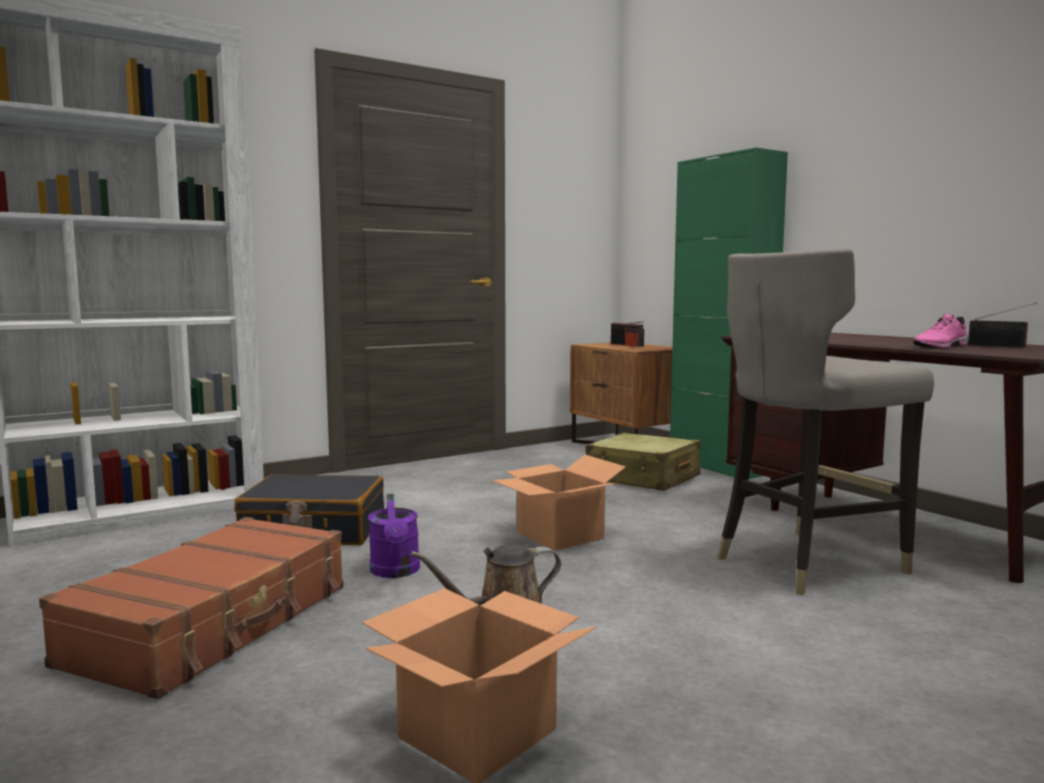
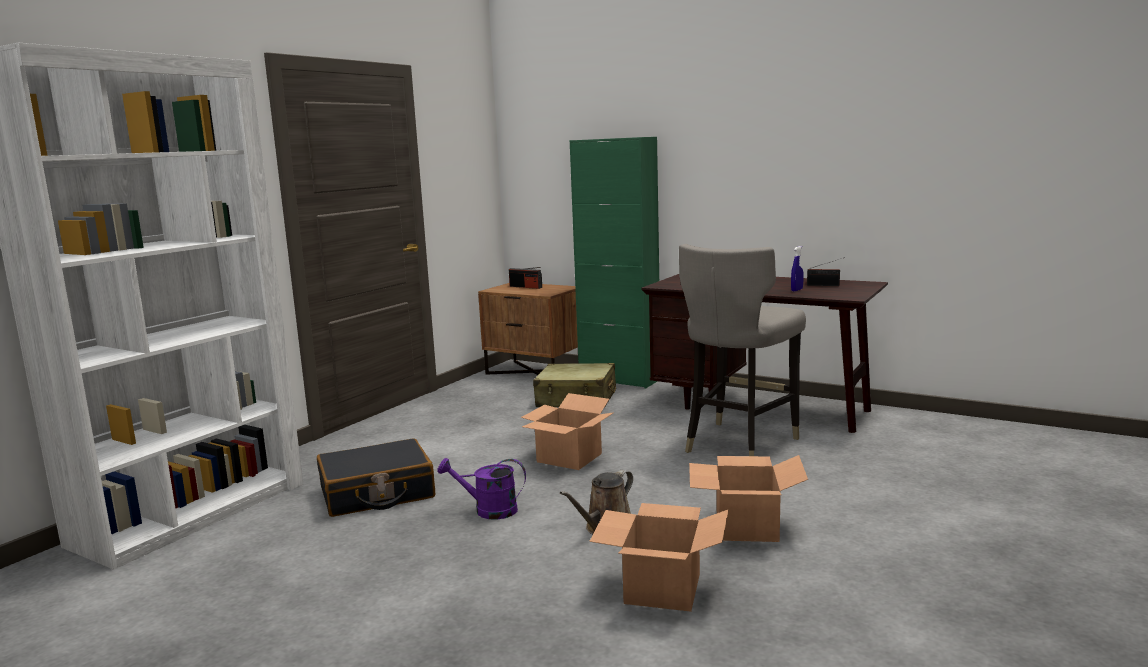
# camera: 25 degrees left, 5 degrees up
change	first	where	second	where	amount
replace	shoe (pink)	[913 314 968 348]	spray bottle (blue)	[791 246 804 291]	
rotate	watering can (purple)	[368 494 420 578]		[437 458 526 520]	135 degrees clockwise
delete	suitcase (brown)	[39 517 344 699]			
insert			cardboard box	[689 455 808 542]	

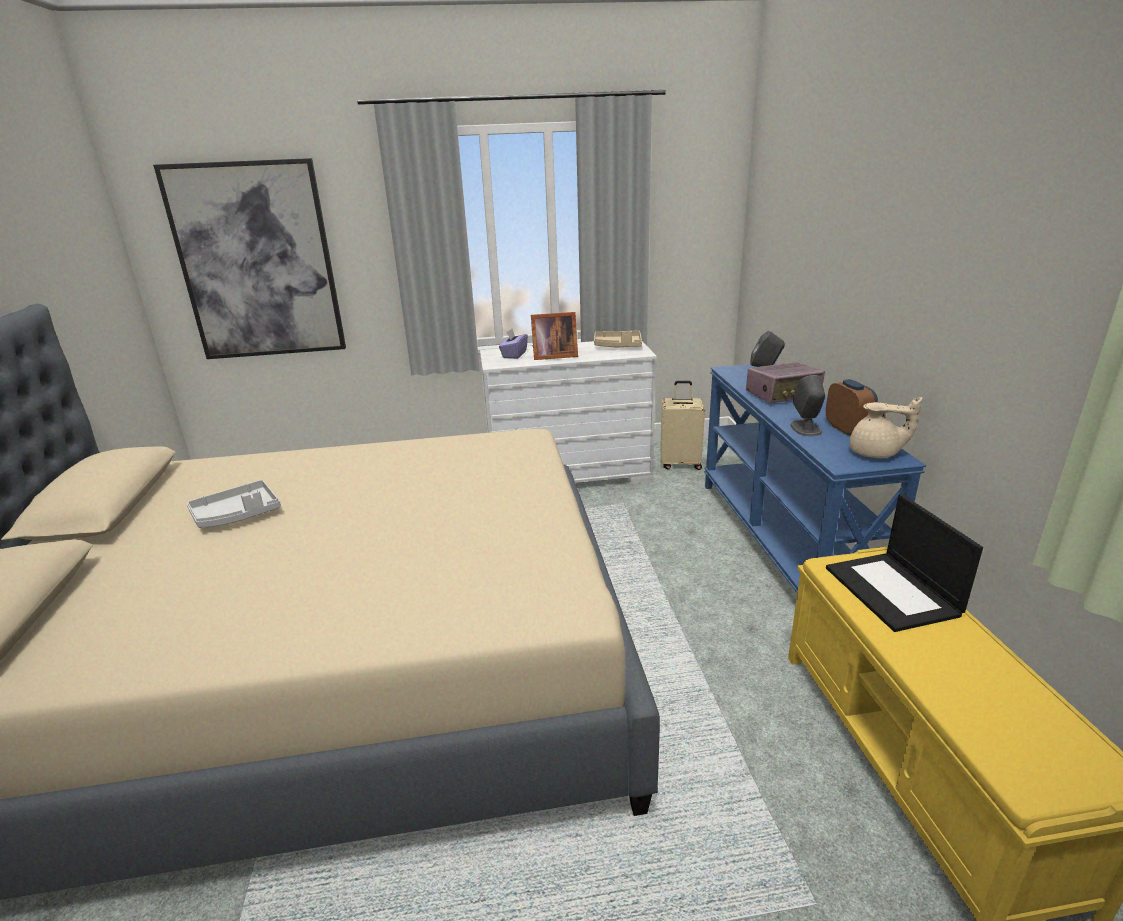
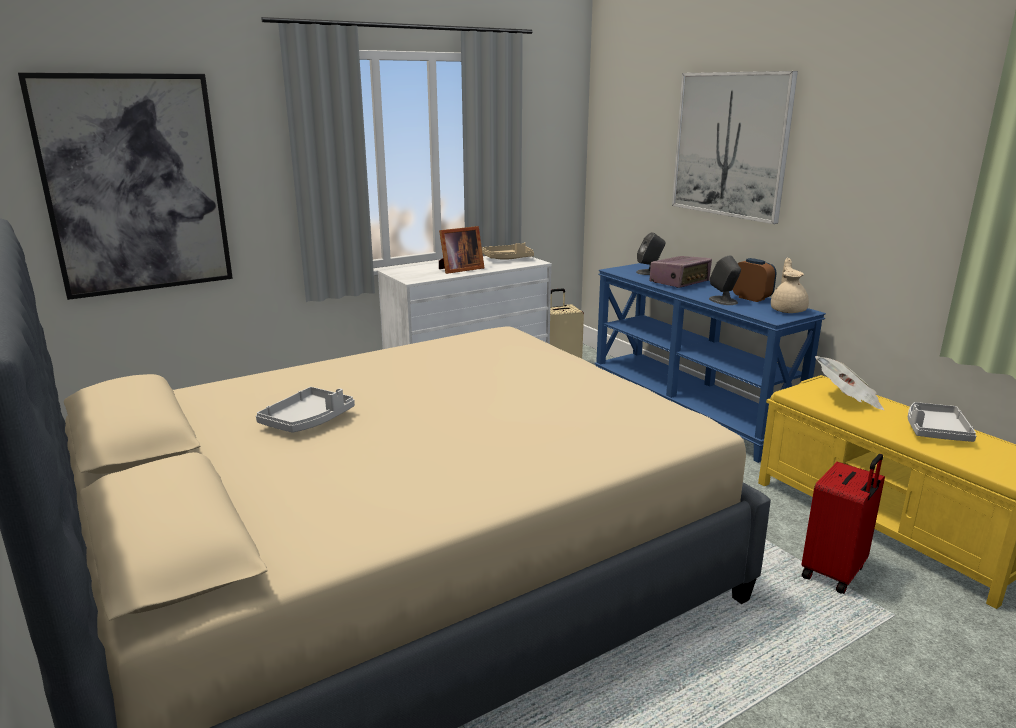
# camera: 25 degrees left, 5 degrees down
change	first	where	second	where	amount
delete	tissue box (purple)	[499 329 528 359]			
rotate	teapot (beige)	[849 397 922 458]		[771 258 809 313]	75 degrees counterclockwise
replace	laptop	[826 494 983 632]	newspaper	[815 356 884 410]	
insert			picture	[672 71 798 224]	
insert			tray (grey)	[908 402 977 442]	
insert			suitcase (red)	[802 454 885 594]	

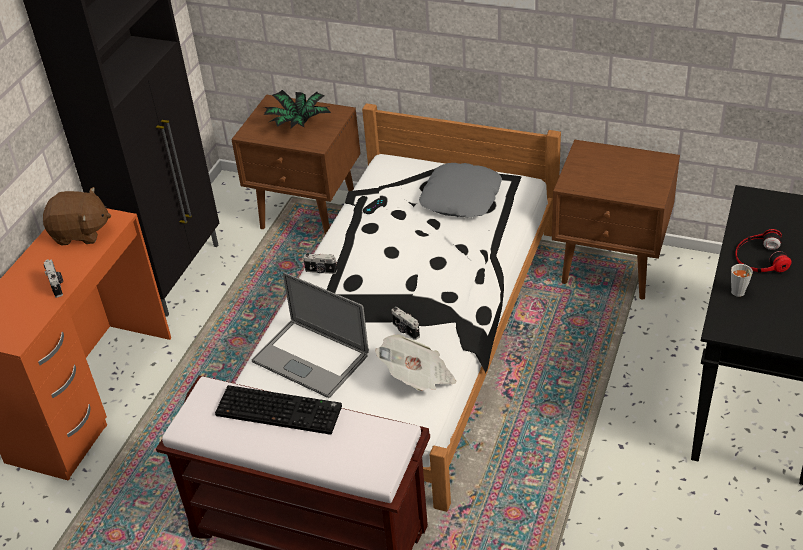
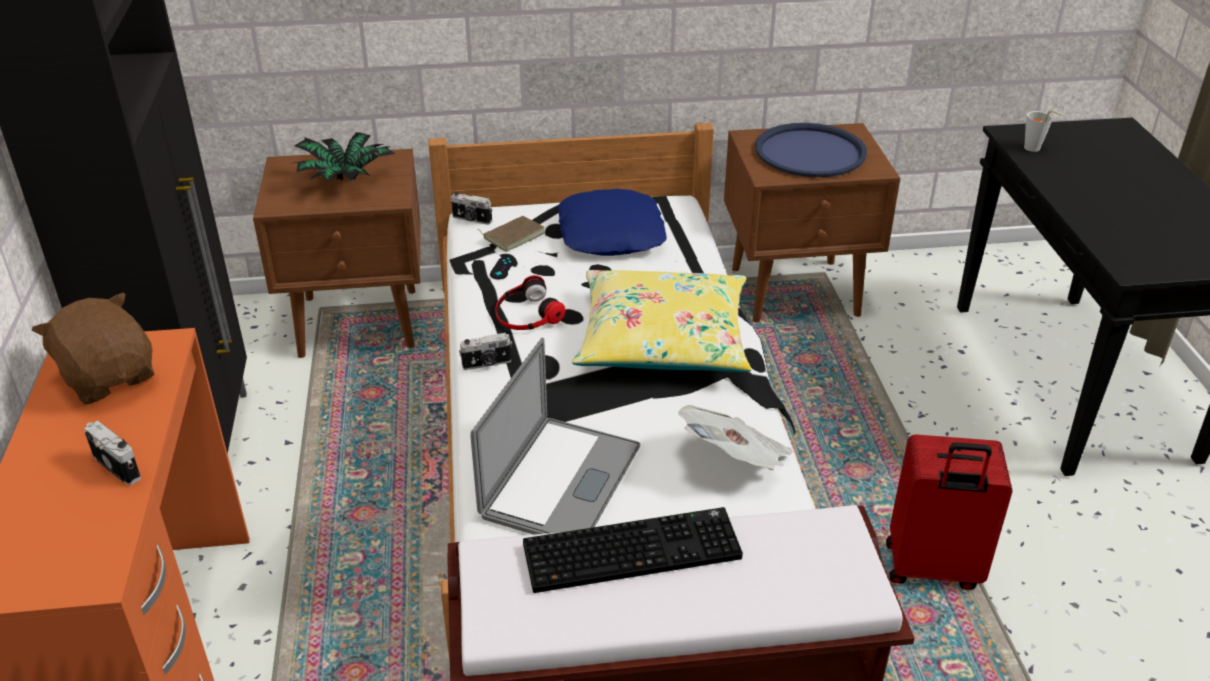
# camera: 30 degrees left, 5 degrees down
change	first	where	second	where	amount
recolor	pillow (grey)	[419 163 502 218]	pillow (blue)	[558 189 667 256]	
rotate	plush toy (brown)	[43 187 111 245]		[32 292 154 405]	105 degrees counterclockwise
move	headphones	[735 229 792 272]		[495 275 566 330]	
move	cup (grey)	[731 264 753 297]		[1024 110 1061 152]	
rotate	laptop	[252 272 369 398]		[470 338 640 535]	75 degrees counterclockwise
move	photo camera	[391 307 420 340]		[451 192 492 225]	
insert			tray (blue)	[755 123 867 177]	
insert			book (brown)	[477 216 545 252]	
insert			pillow (yellow)	[572 270 751 372]	
insert			suitcase (red)	[886 434 1013 590]	

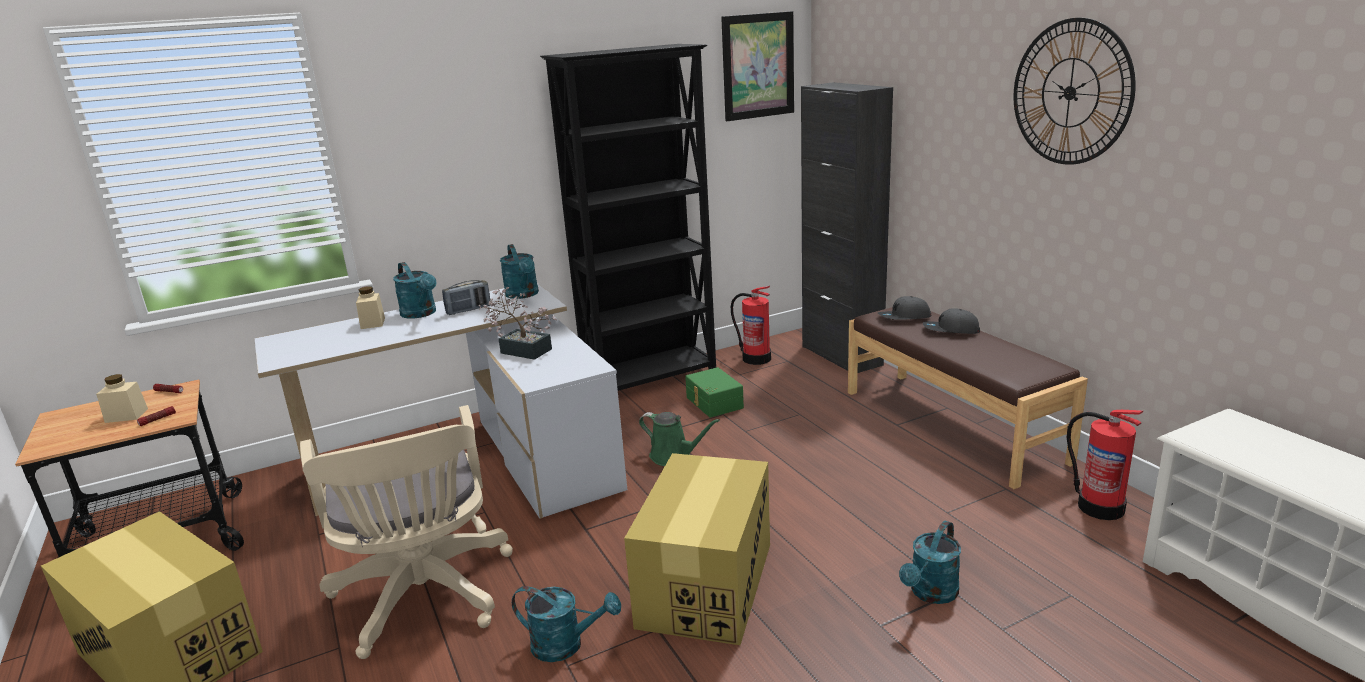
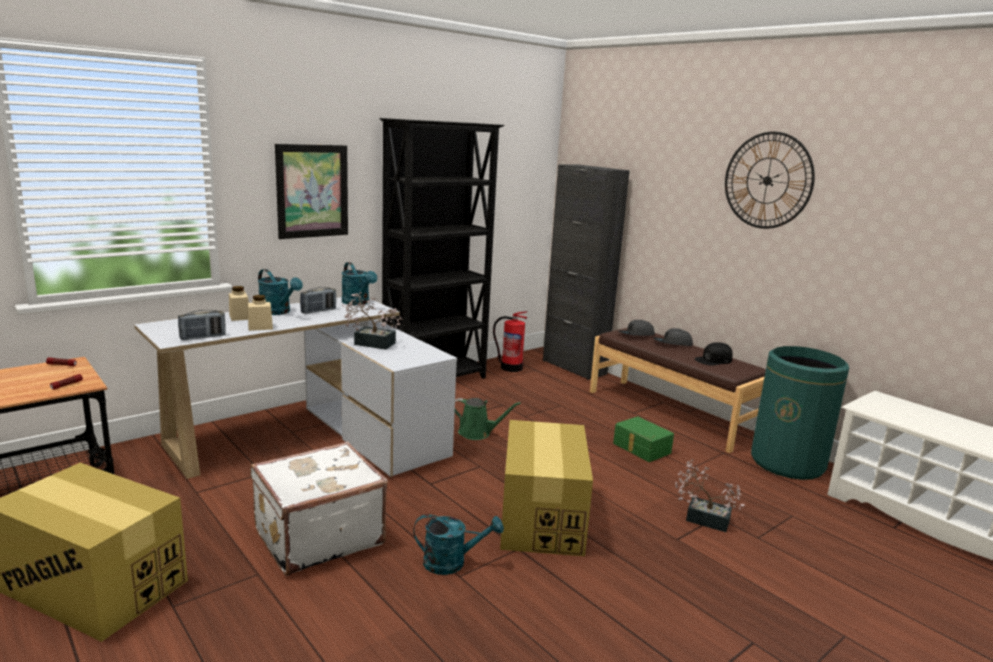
# camera: 15 degrees left, 5 degrees down
change	first	where	second	where	amount
move	picture	[721 11 794 121]		[275 144 348 239]	
move	storage box (green)	[685 367 744 418]		[613 416 674 462]	
move	jar (beige)	[96 374 148 423]		[248 295 273 331]	
replace	office chair (beige)	[300 405 513 659]	suitcase (white)	[250 441 388 576]	
replace	fire extinguisher	[1067 410 1143 520]	trash can (green)	[751 346 849 480]	
replace	watering can (turquoise)	[899 521 961 604]	potted plant	[675 459 745 532]	
insert			radio	[178 310 226 340]	
insert			cap (black)	[694 342 733 366]	

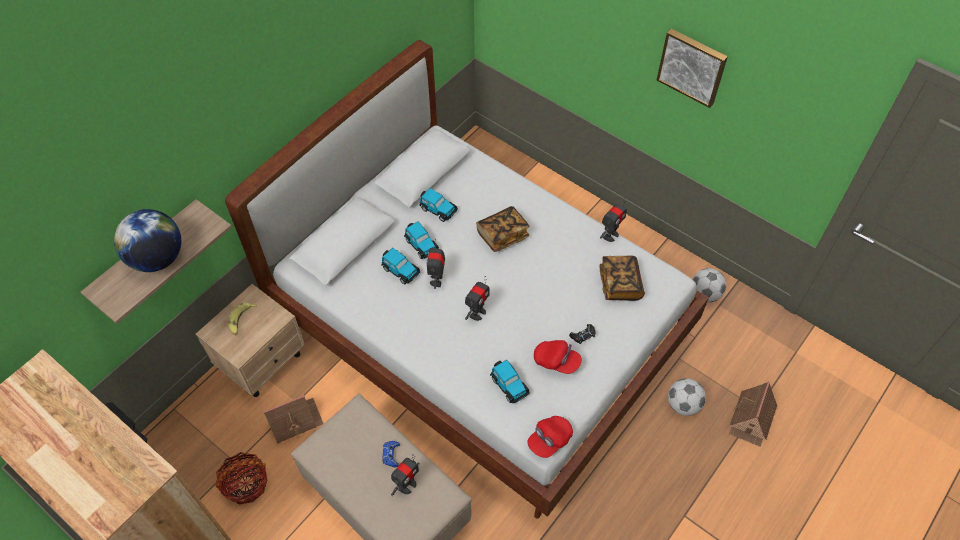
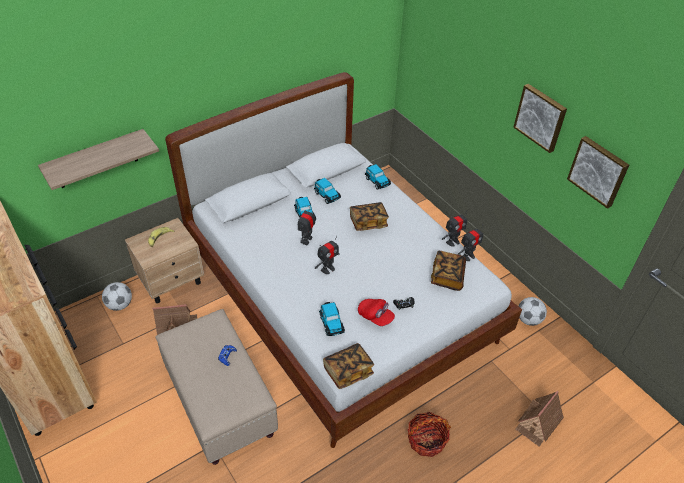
# camera: 15 degrees right, 10 degrees down
change	first	where	second	where	amount
delete	globe	[114 209 181 272]			
move	toy car	[381 248 420 284]		[365 164 391 190]	
move	football	[668 378 706 416]		[102 282 132 311]	
replace	cap (red)	[528 416 573 458]	book	[323 343 374 389]	
move	basket	[215 452 267 505]		[408 412 451 457]	
move	toy robot	[391 454 420 496]		[458 224 483 261]	
insert			picture	[567 136 629 209]	

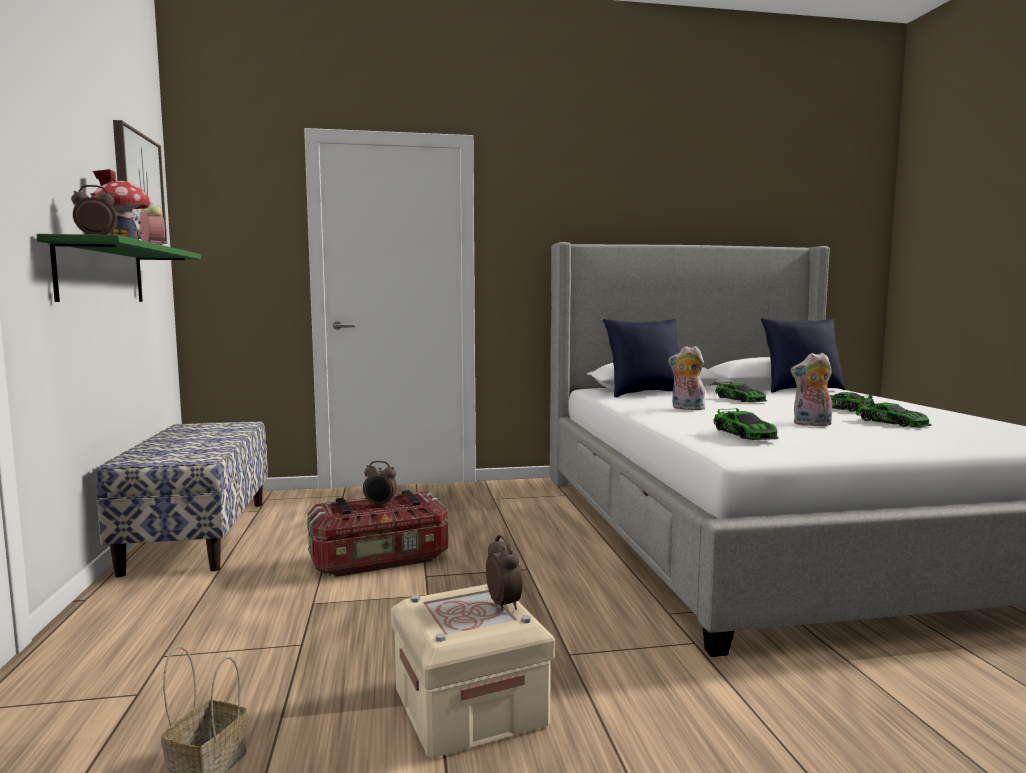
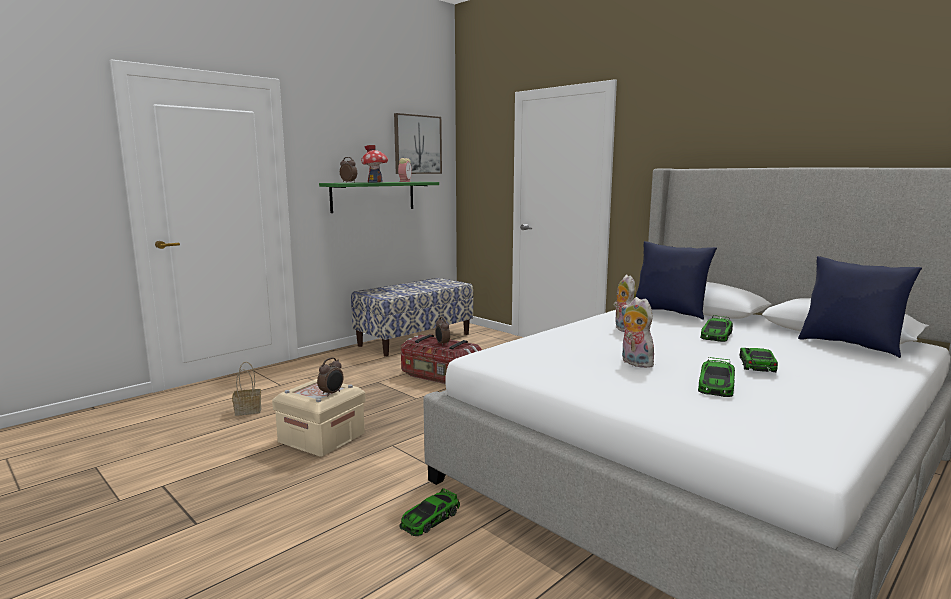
# camera: 55 degrees right, 5 degrees up
change	first	where	second	where	amount
move	toy car	[714 408 779 440]		[399 488 460 536]	

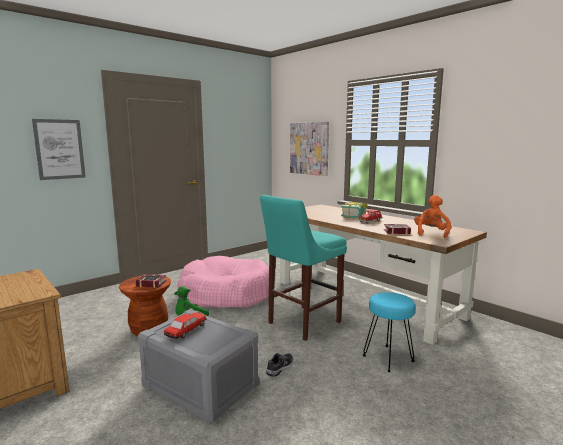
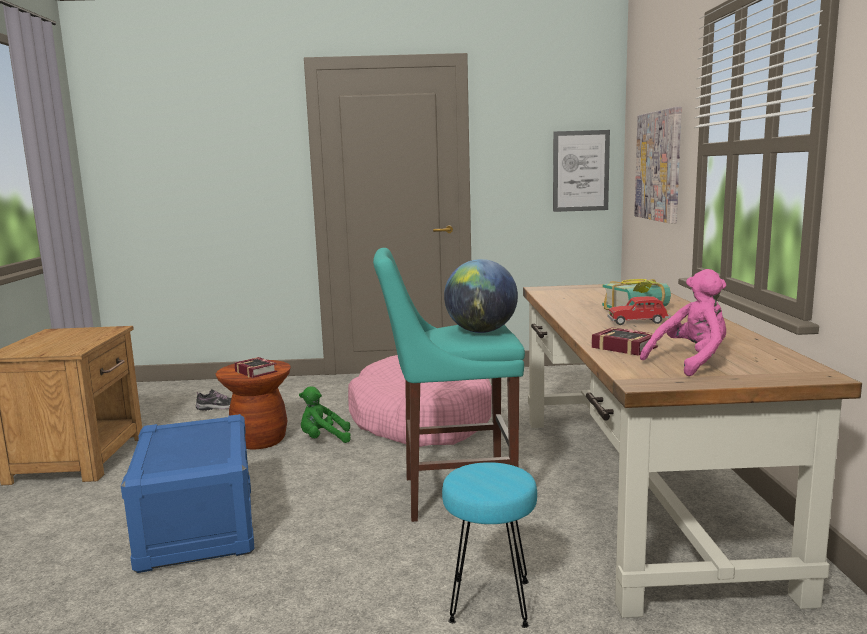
# camera: 40 degrees right, 0 degrees up
change	first	where	second	where	amount
move	picture	[32 119 86 180]		[553 130 610 212]	
recolor	plush toy (orange)	[414 195 451 238]	plush toy (pink)	[640 269 726 376]	
recolor	storage box (grey)	[138 309 259 424]	storage box (blue)	[121 414 254 573]	
delete	toy car	[164 312 207 339]			
move	shoe	[266 353 293 377]		[196 389 231 411]	
insert			globe	[444 259 518 333]	

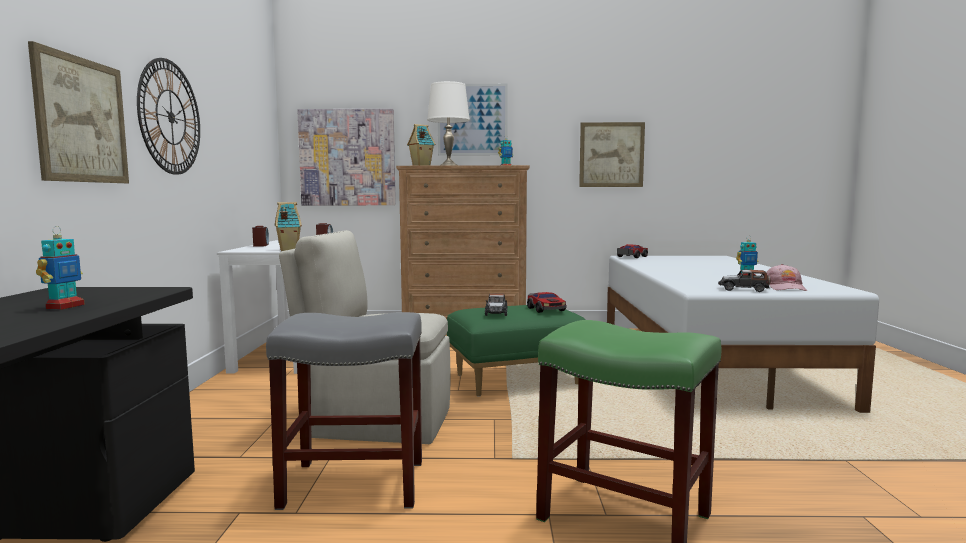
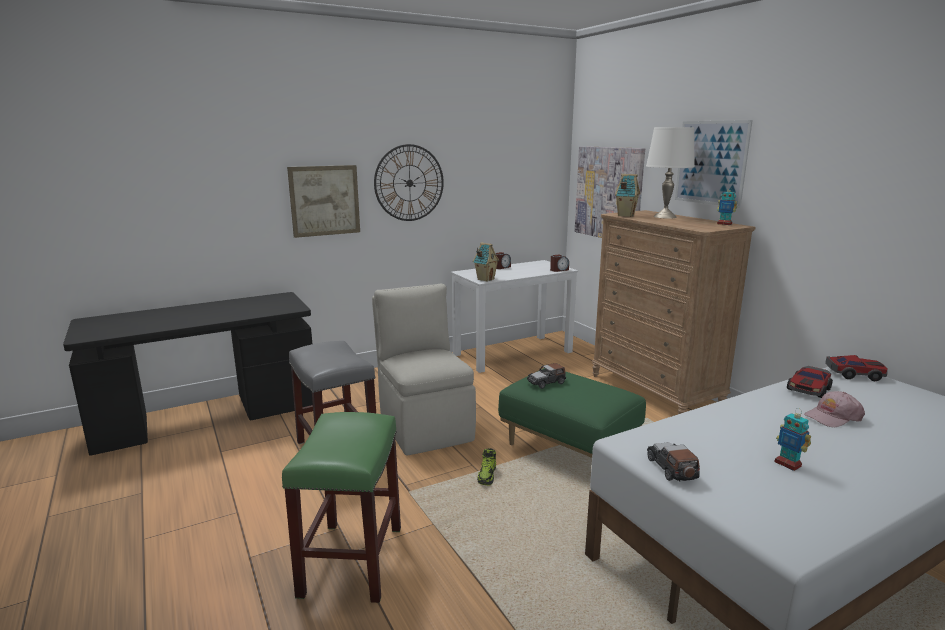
# camera: 60 degrees right, 10 degrees up
change	first	where	second	where	amount
delete	picture	[579 122 645 187]			
delete	toy robot	[36 226 84 310]			
move	cap (pink)	[766 264 807 291]		[804 391 865 427]	
move	toy car	[527 292 567 313]		[787 366 833 398]	
insert			shoe	[477 448 496 486]	

